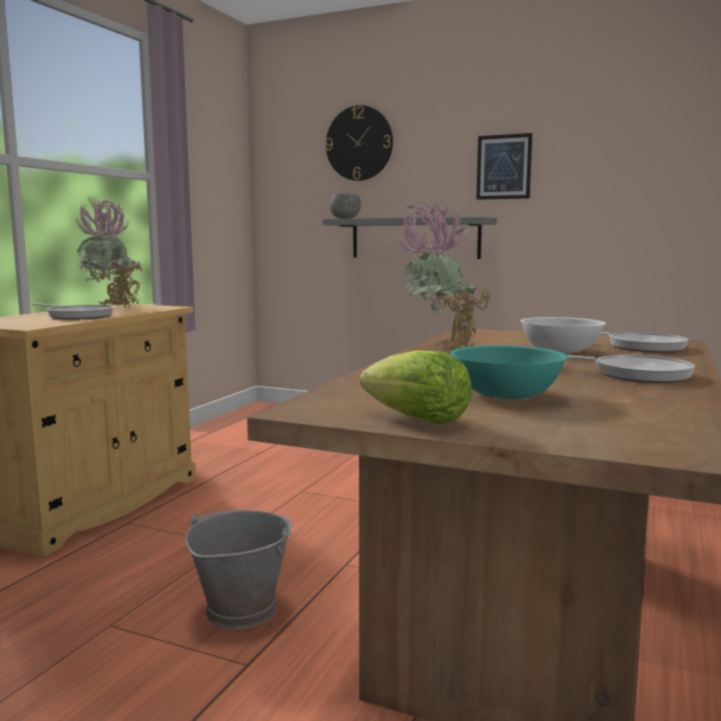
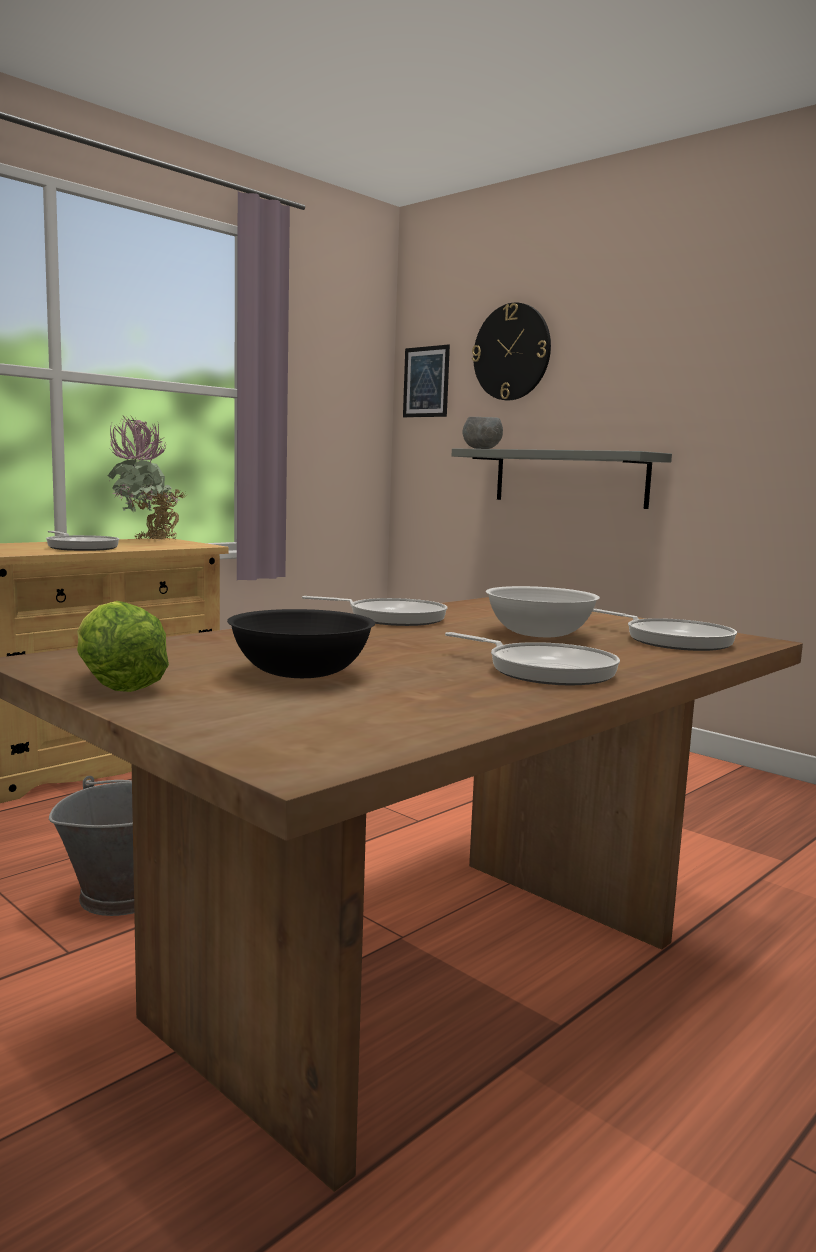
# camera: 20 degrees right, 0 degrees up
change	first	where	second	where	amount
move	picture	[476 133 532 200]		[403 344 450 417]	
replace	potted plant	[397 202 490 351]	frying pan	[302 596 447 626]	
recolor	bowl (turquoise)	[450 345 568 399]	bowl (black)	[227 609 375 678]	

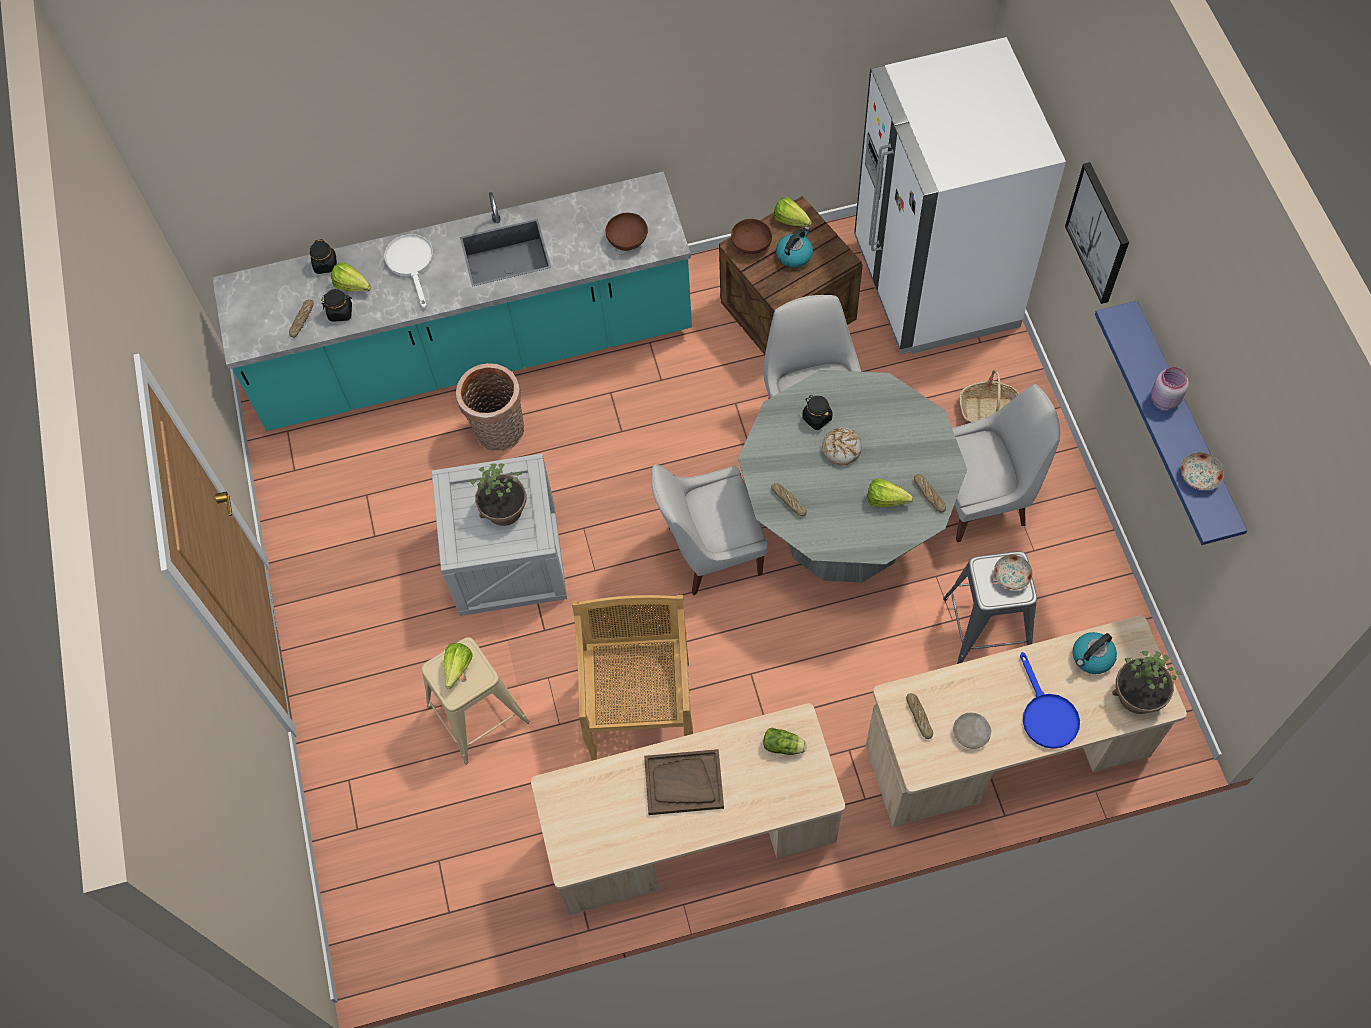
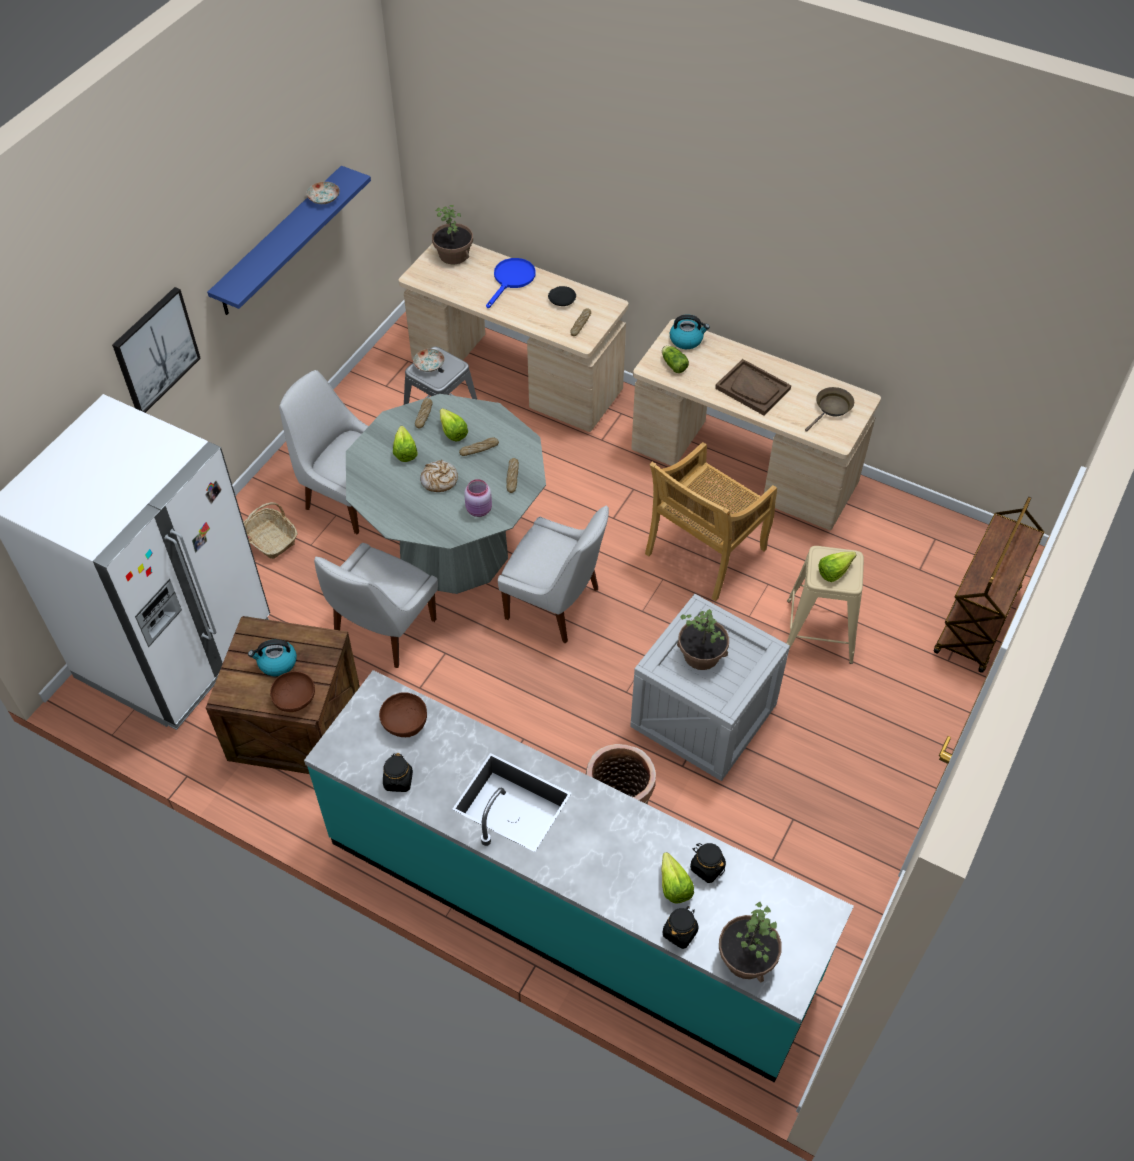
# camera: 140 degrees left, 10 degrees down
change	first	where	second	where	amount
move	lettuce	[774 197 812 227]		[393 426 418 462]	
delete	frying pan (white)	[384 234 433 308]			
move	bread	[289 299 314 338]		[459 437 499 456]	
move	jar (pink)	[1151 367 1189 409]		[464 479 492 517]	
move	jar (black)	[802 395 833 430]		[383 753 413 792]	
move	kettle	[1073 632 1117 674]		[670 315 710 349]	
recolor	plate (beige)	[953 713 991 749]	plate (black)	[548 286 576 306]	
insert			frying pan (brown)	[805 387 854 432]	
insert			cart (brown)	[934 497 1044 673]	
insert			potted plant	[719 902 782 982]	

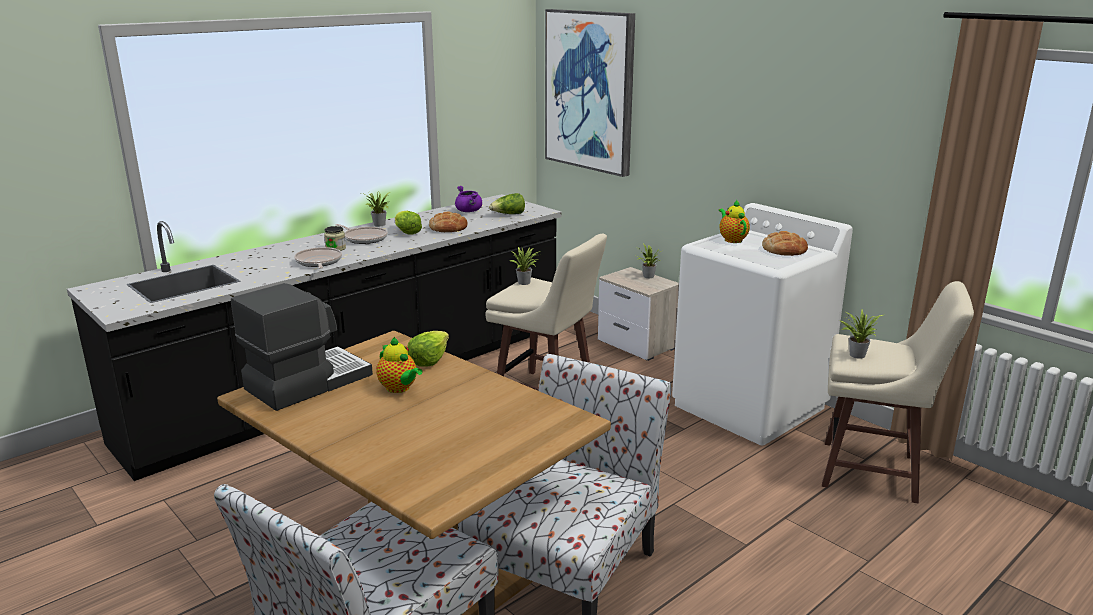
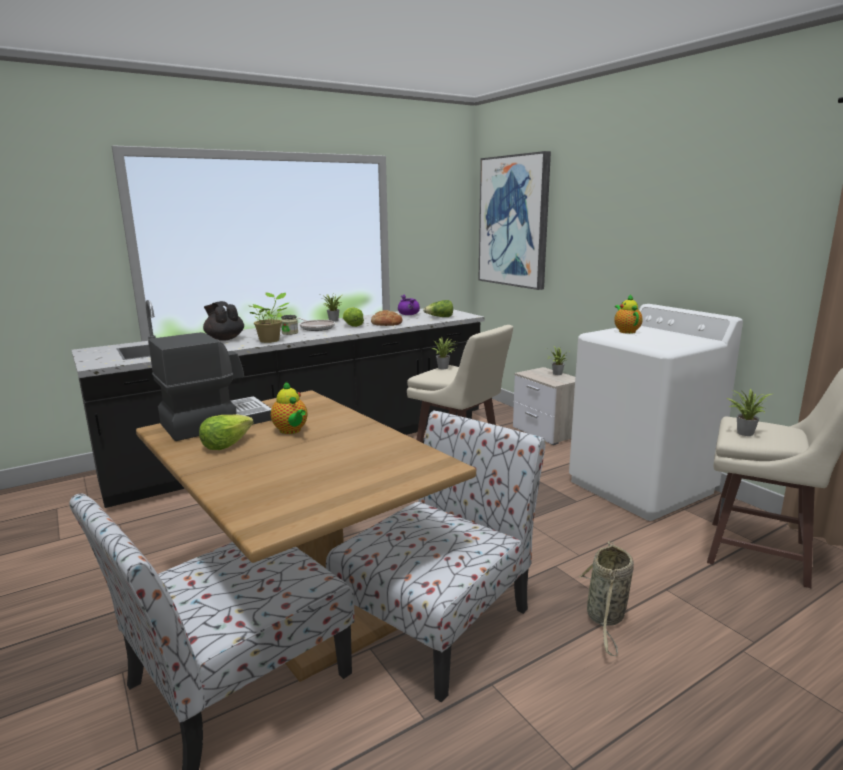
# camera: 10 degrees right, 5 degrees down
change	first	where	second	where	amount
delete	bread	[762 231 808 256]			
replace	frying pan	[294 247 342 269]	potted plant	[250 293 289 343]	
move	lettuce	[407 331 449 367]		[199 415 254 450]	
insert			teapot (black)	[203 301 244 341]	
insert			basket	[579 541 634 656]	

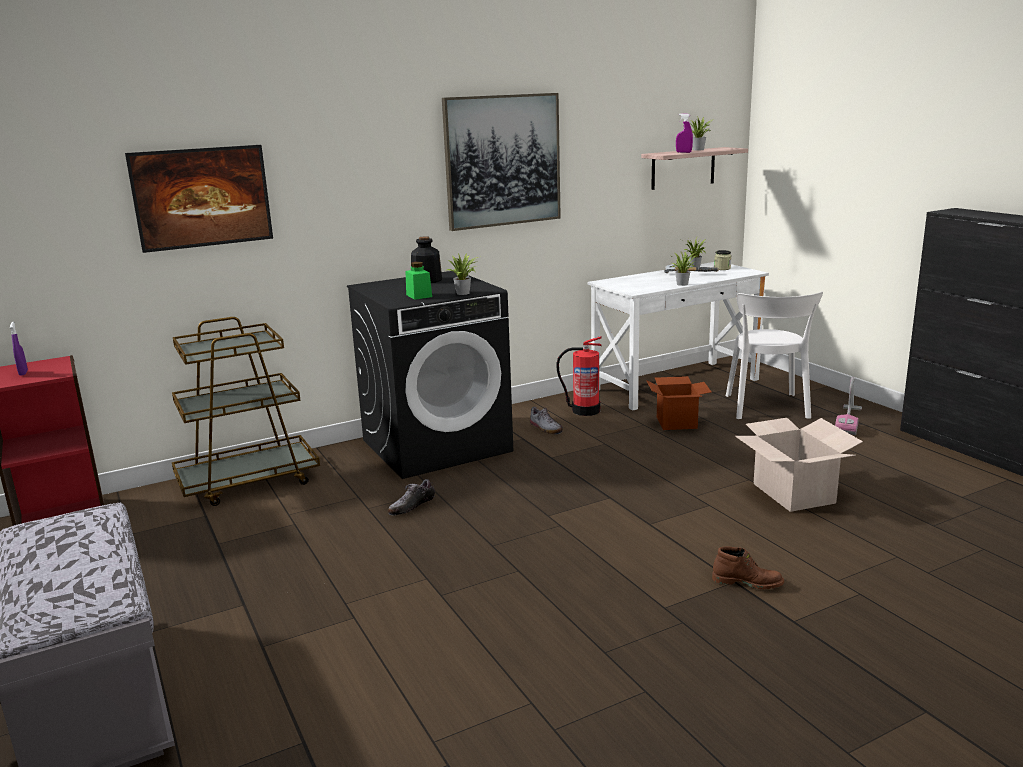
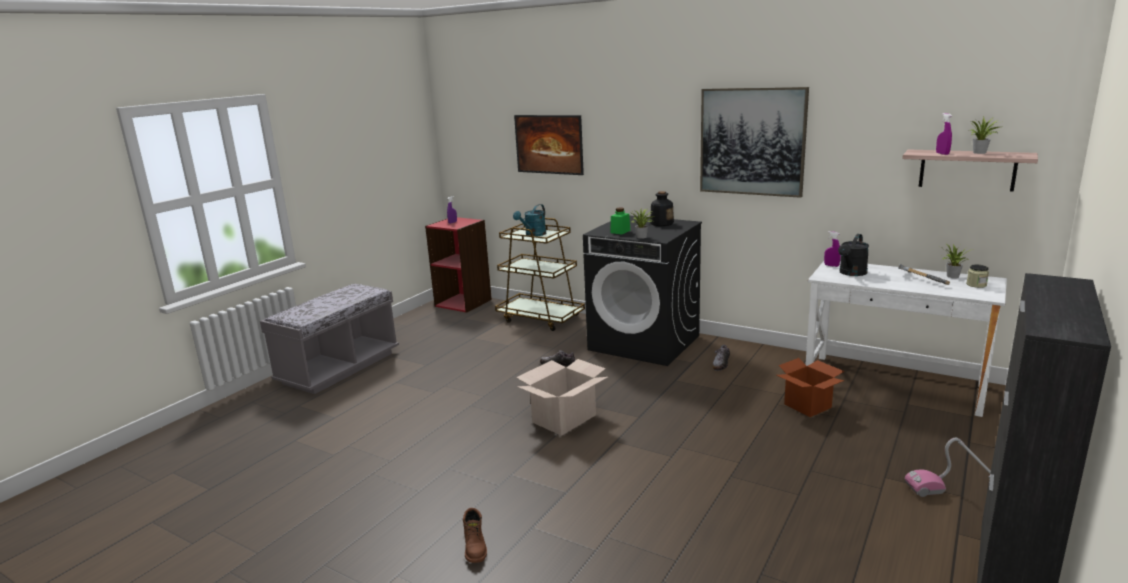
# camera: 60 degrees right, 0 degrees up
change	first	where	second	where	amount
delete	potted plant	[671 251 699 286]			
delete	chair (white)	[726 292 823 419]			
delete	fire extinguisher	[556 336 602 416]			
move	cardboard box	[735 418 863 512]		[516 359 608 436]	
move	boot (brown)	[712 547 784 589]		[463 508 487 563]	
insert			watering can (turquoise)	[513 204 546 236]	
insert			spray bottle (purple)	[824 231 841 267]	
insert			watering can (black)	[838 234 869 276]	

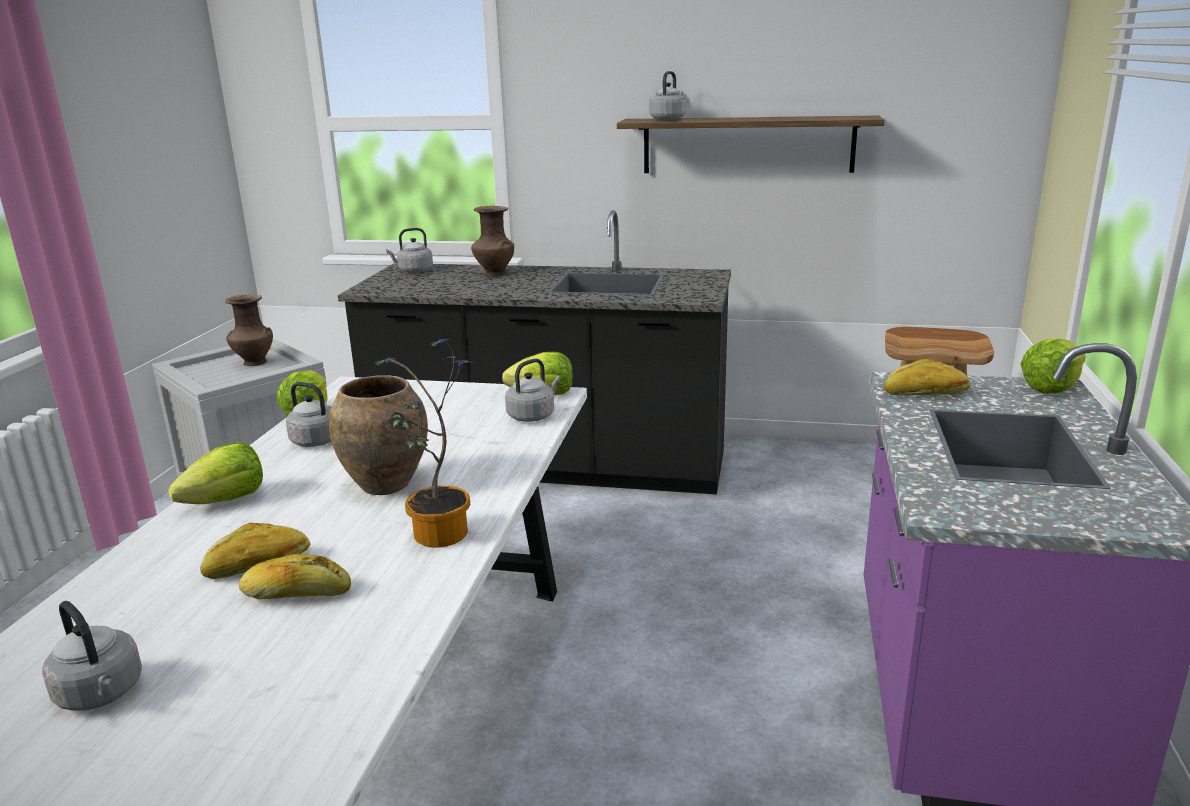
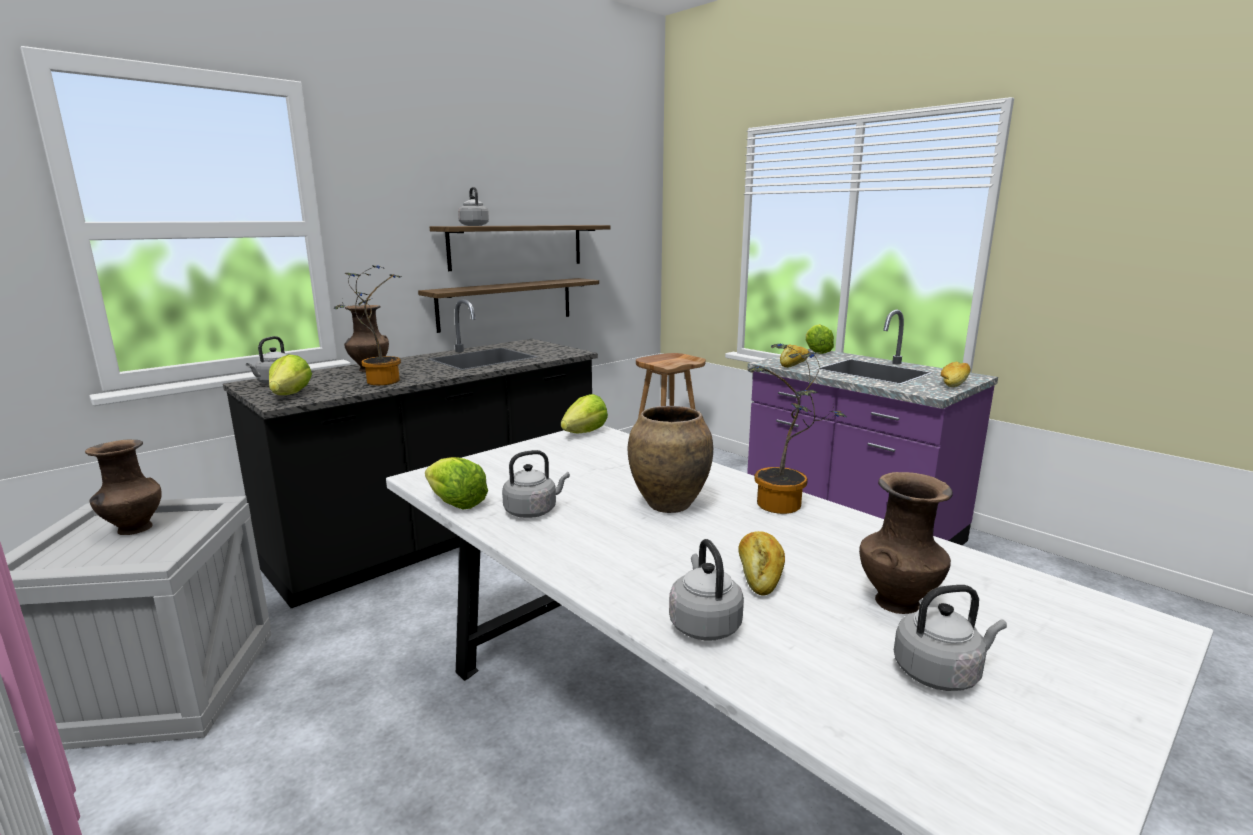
# camera: 55 degrees left, 5 degrees down
change	first	where	second	where	amount
move	kettle (grey)	[505 359 561 422]		[669 539 744 641]	
move	lettuce	[169 442 263 504]		[269 354 312 395]	
move	bread	[239 554 351 600]		[940 361 970 387]	
insert			potted plant	[333 265 401 385]	
insert			shelf	[418 278 599 333]	
insert			vase (brown)	[859 472 953 614]	

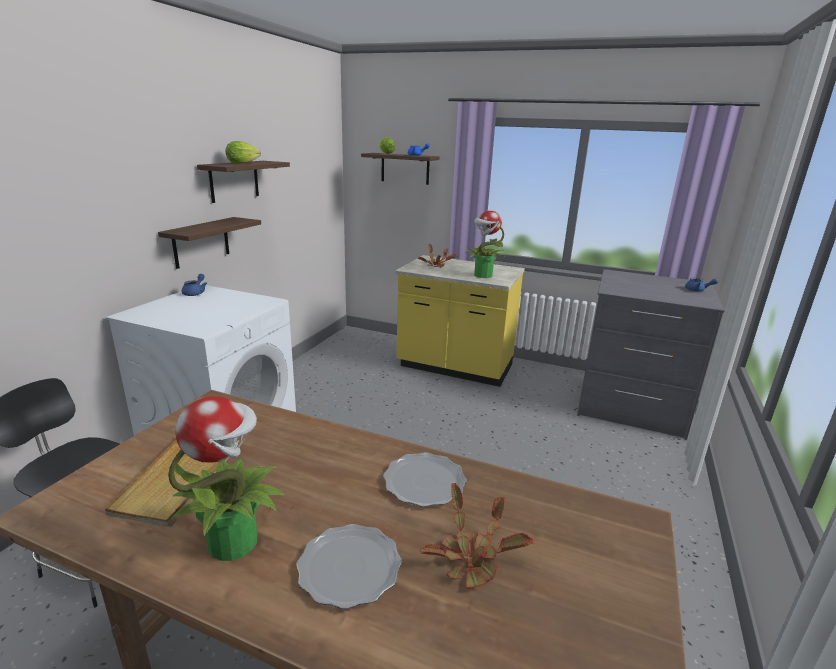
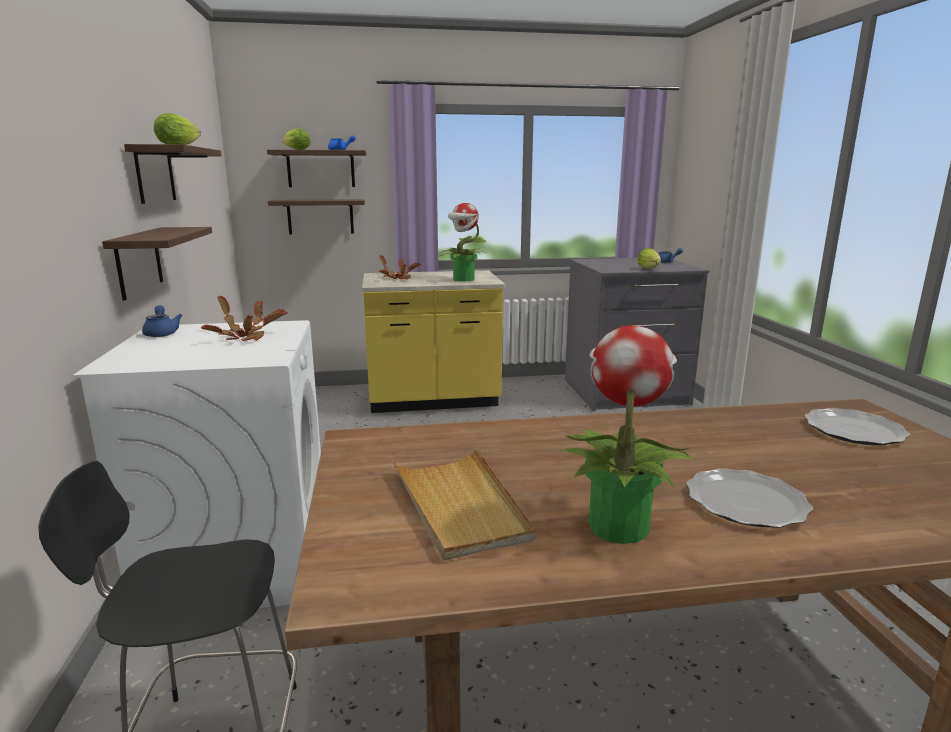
# camera: 30 degrees left, 5 degrees down
change	first	where	second	where	amount
move	plate	[383 452 467 507]		[804 408 910 445]	
move	potted plant	[420 483 533 589]		[201 295 287 341]	
insert			shelf	[268 199 365 234]	
insert			lettuce	[637 248 661 269]	

